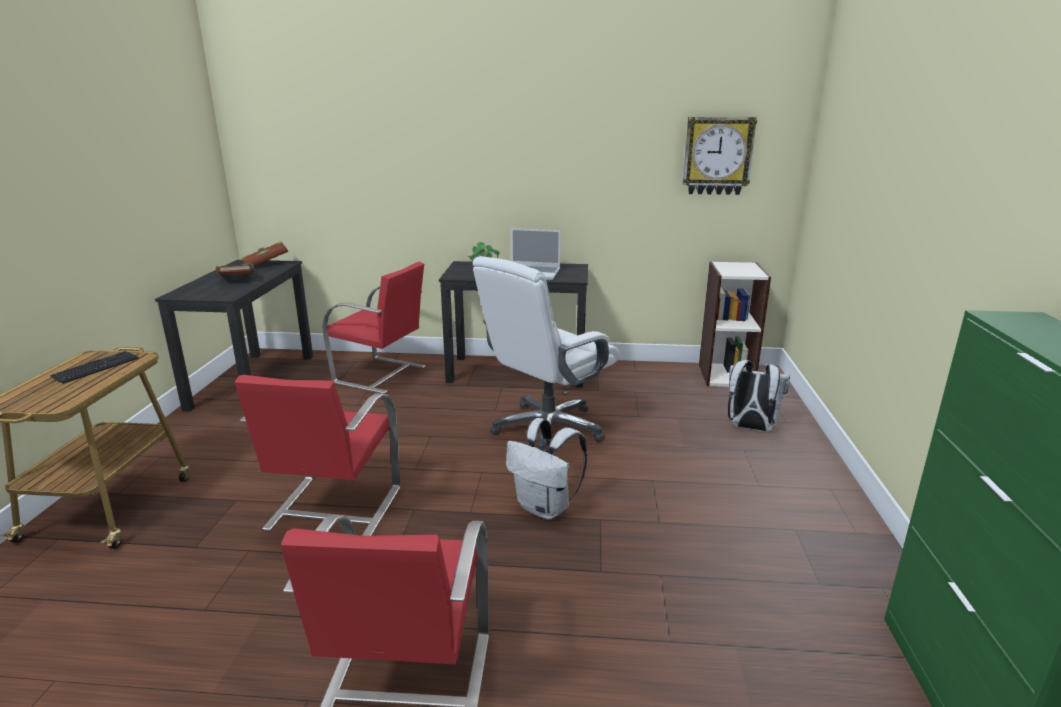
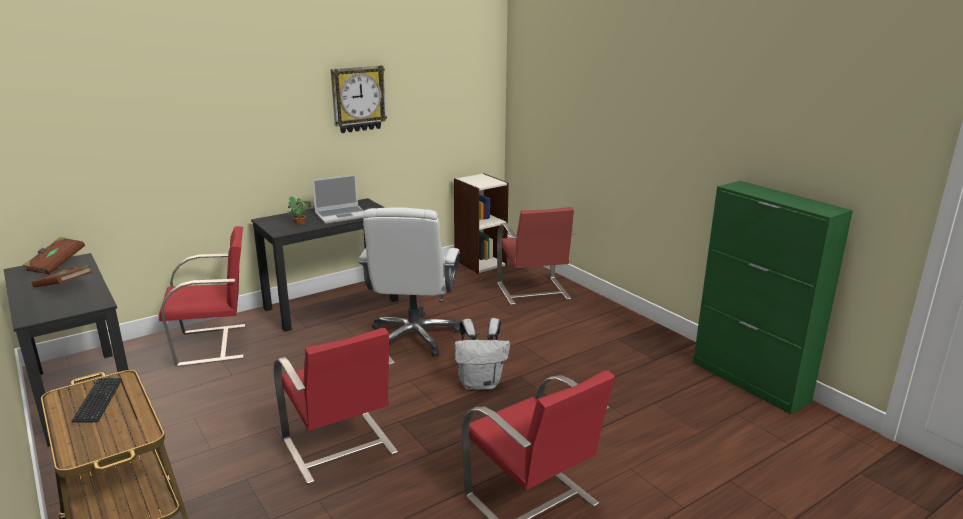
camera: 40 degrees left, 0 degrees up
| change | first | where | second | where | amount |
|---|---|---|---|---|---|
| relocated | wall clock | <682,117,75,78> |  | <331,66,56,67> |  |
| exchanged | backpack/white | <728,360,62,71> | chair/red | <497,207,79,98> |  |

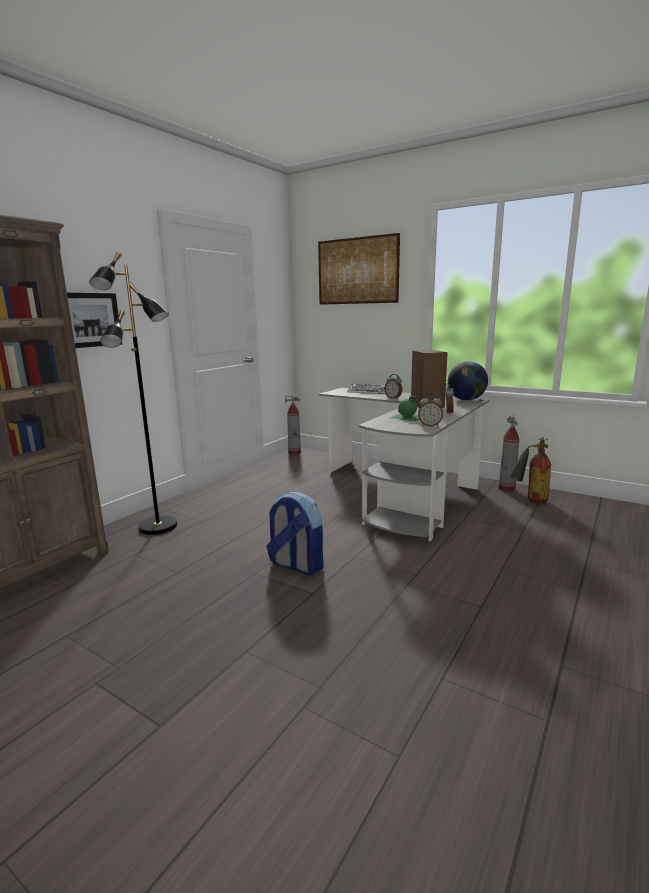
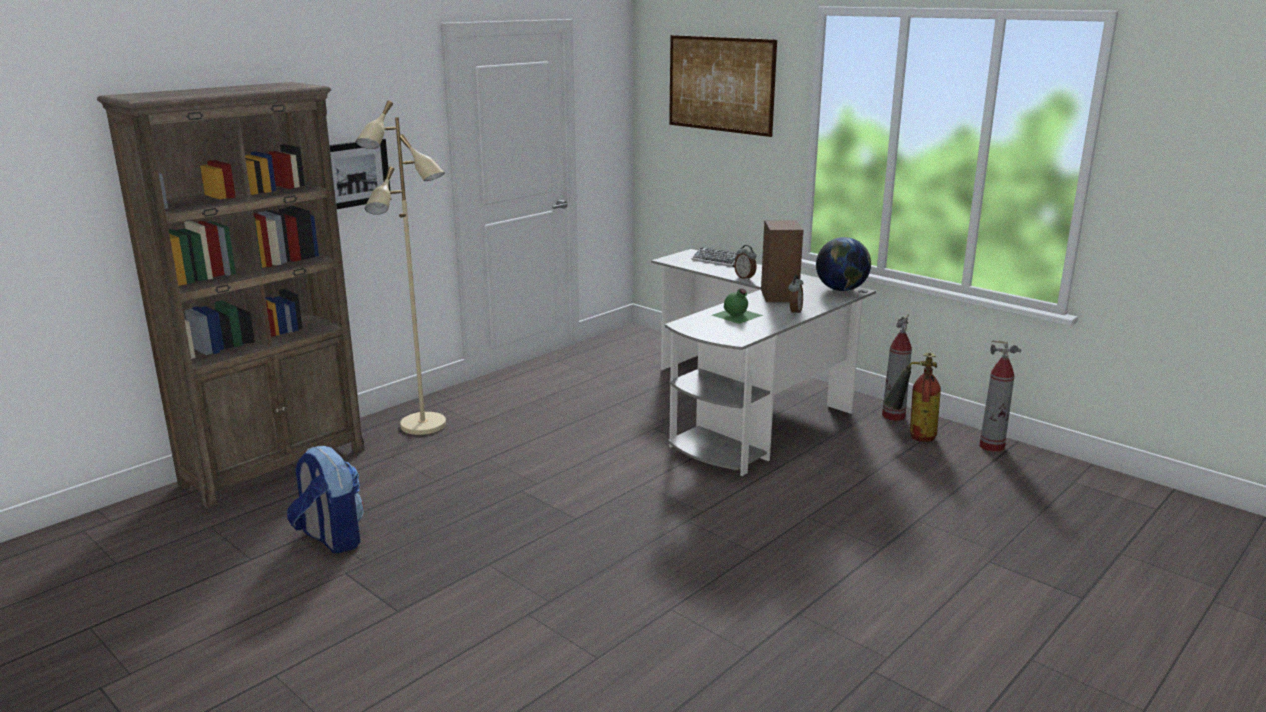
camera: 10 degrees right, 5 degrees up
| change | first | where | second | where | amount |
|---|---|---|---|---|---|
| colour | floor lamp/black | <89,252,88,283> | floor lamp/beige | <356,101,90,334> |  |
| relocated | backpack | <267,492,57,83> |  | <287,446,77,108> |  |
| relocated | fire extinguisher | <285,396,16,59> |  | <980,340,41,112> |  |
| missing | alarm clock | <418,394,25,32> |  |  |  |

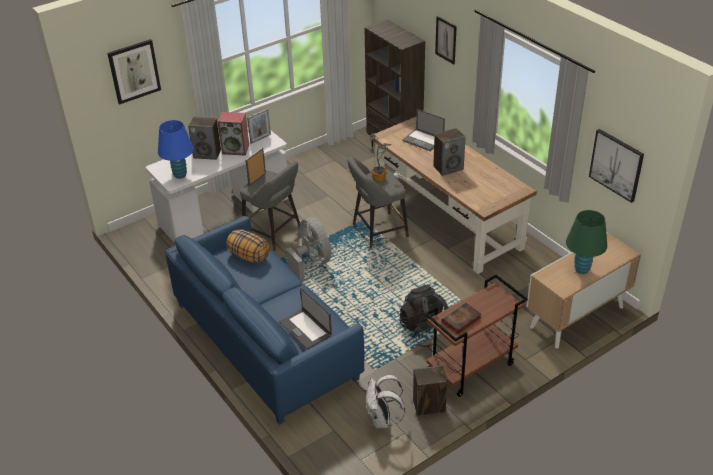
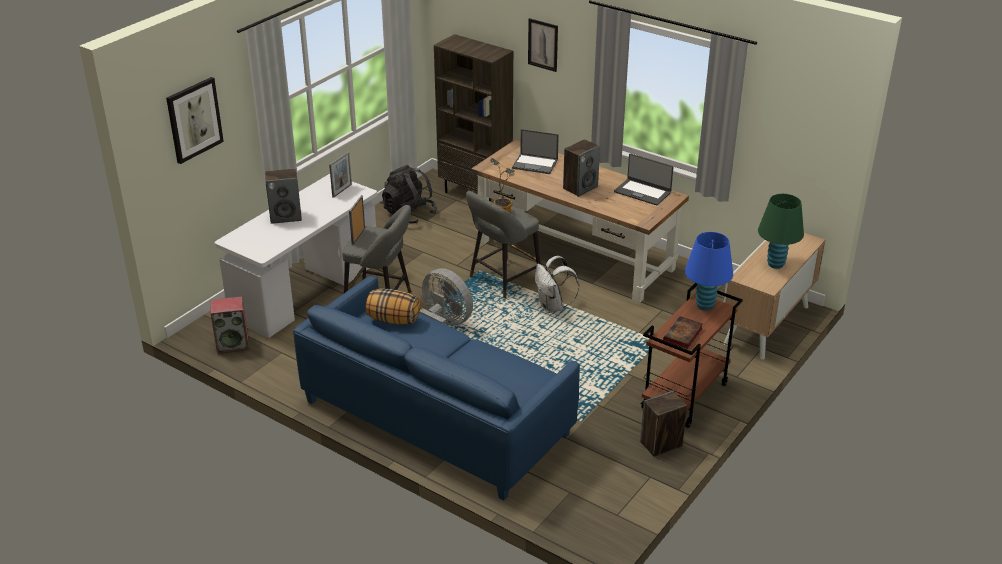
camera: 20 degrees left, 5 degrees down
| change | first | where | second | where | amount |
|---|---|---|---|---|---|
| relocated | table lamp/blue | <158,120,36,59> |  | <685,232,48,78> |  |
| relocated | speaker | <217,112,32,43> |  | <210,296,39,58> |  |
| relocated | laptop | <279,288,53,61> |  | <614,153,60,52> |  |
| relocated | backpack/white | <365,375,40,53> |  | <535,256,44,57> |  |
| relocated | backpack/black | <400,285,48,62> |  | <382,165,55,59> |  |
| missing | picture | <589,129,55,74> |  |  |  |

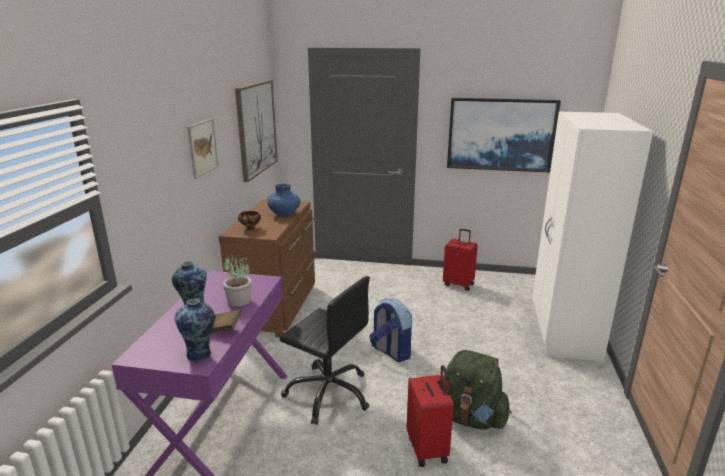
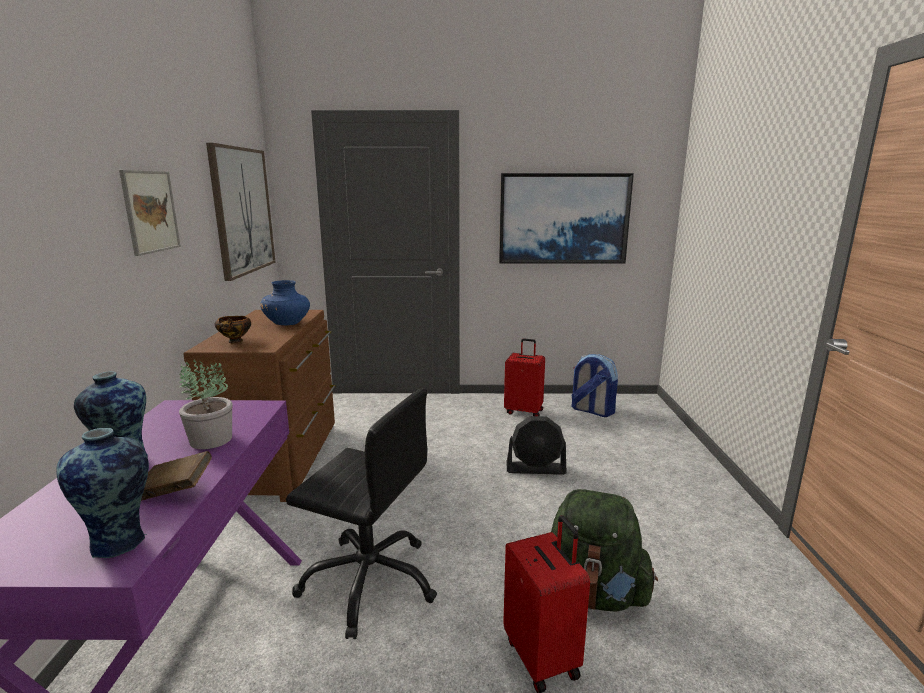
camera: 10 degrees left, 5 degrees down
| change | first | where | second | where | amount |
|---|---|---|---|---|---|
| relocated | backpack | <369,298,43,64> |  | <572,354,46,63> |  |
| missing | wardrobe/white | <532,112,121,250> |  |  |  |
| appeared |  |  | fan/black | <506,416,61,59> |  |

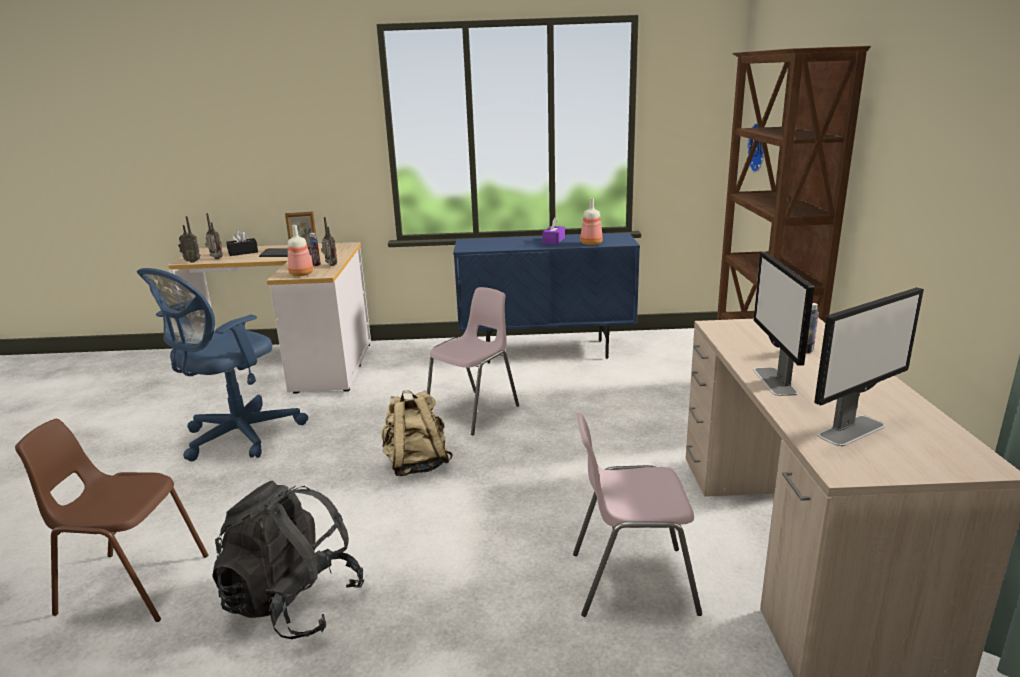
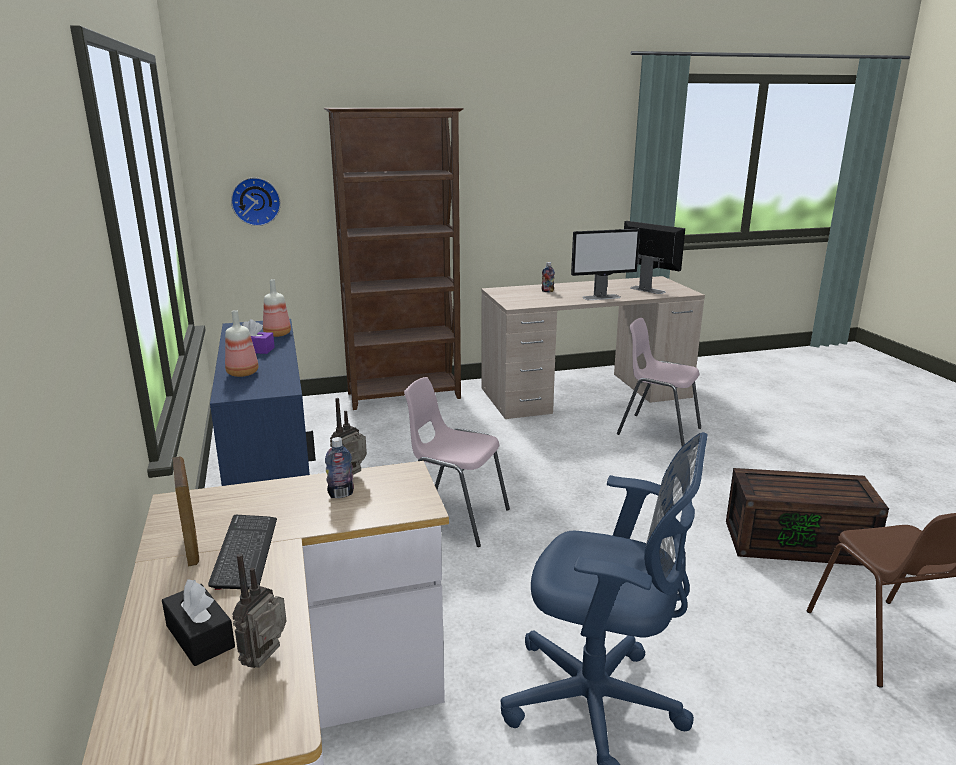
camera: 105 degrees left, 0 degrees up
| change | first | where | second | where | amount |
|---|---|---|---|---|---|
| missing | radio | <178,216,22,47> |  |  |  |
| exchanged | backpack/black | <212,480,152,159> | storage box/brown | <726,468,163,98> |  |
| relocated | bottle | <288,225,25,51> |  | <225,310,34,67> |  |
| missing | backpack/beige | <381,390,72,86> |  |  |  |
| spun | chair/pink | <573,412,129,205> |  | <617,318,84,129> | 135 degrees clockwise |

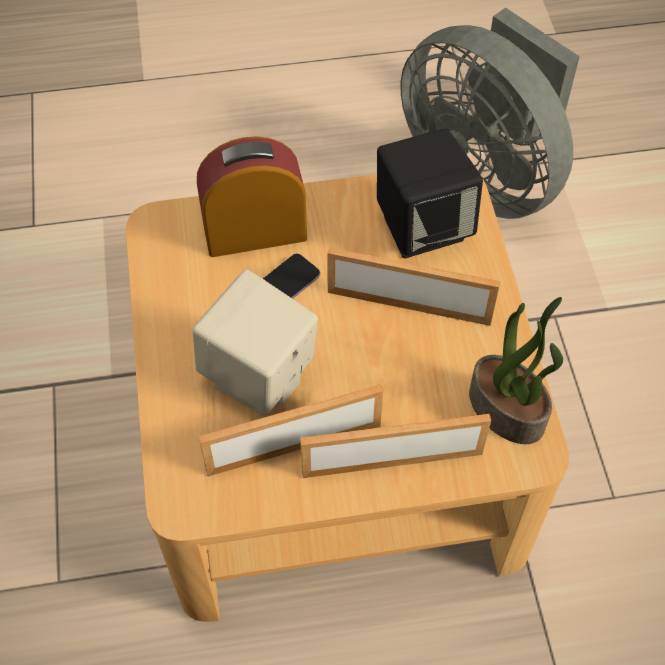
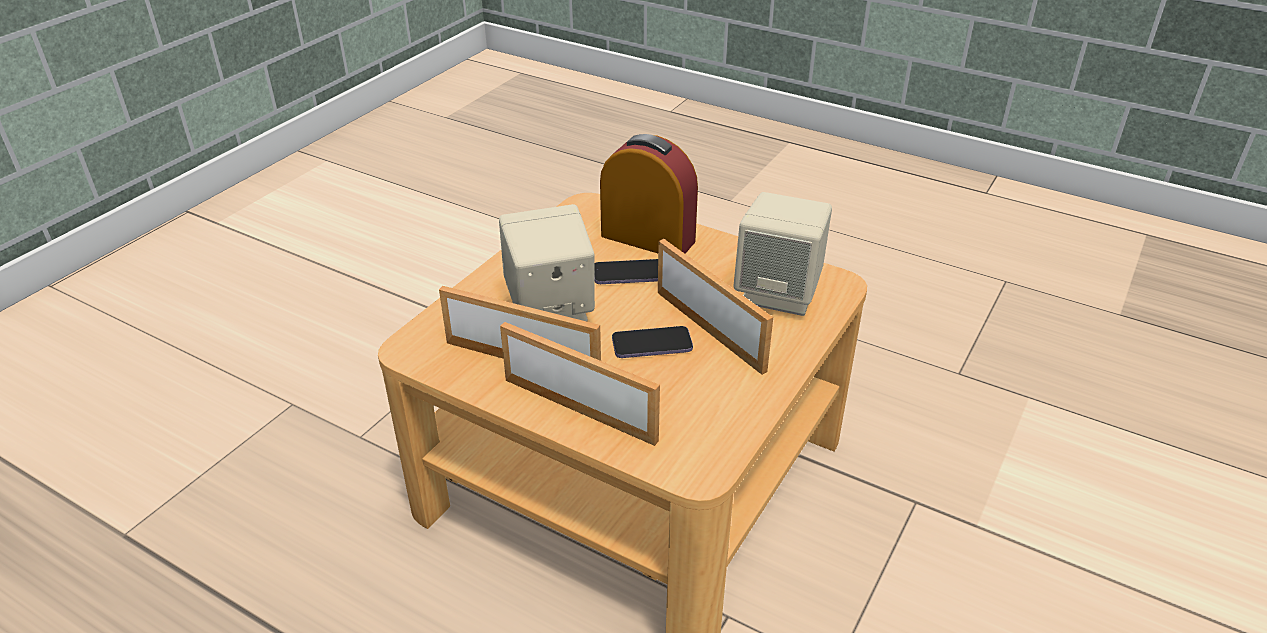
camera: 40 degrees right, 20 degrees down
| change | first | where | second | where | amount |
|---|---|---|---|---|---|
| colour | speaker/black | <377,128,106,130> | speaker/beige | <733,192,99,124> |  |
| missing | fan/grey | <401,8,179,211> |  |  |  |
| missing | potted plant | <469,297,94,147> |  |  |  |
| appeared |  |  | phone | <612,326,81,32> |  |

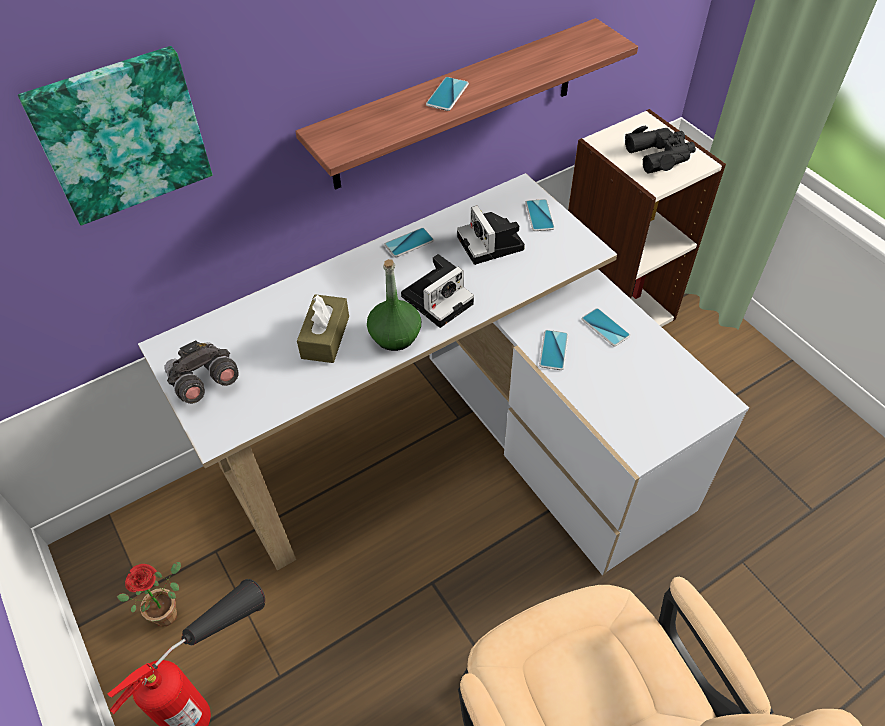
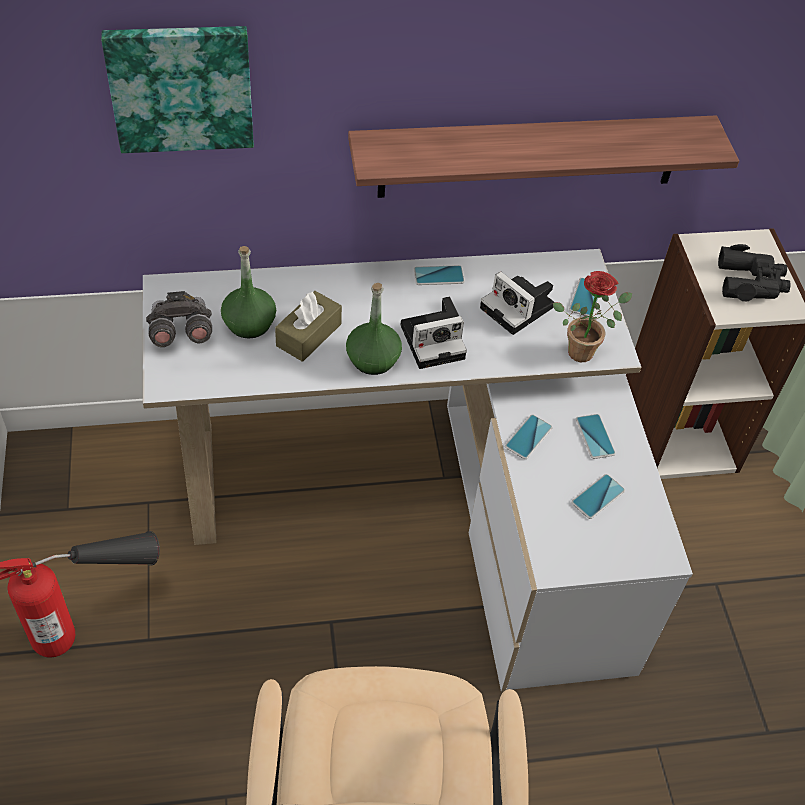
camera: 20 degrees right, 0 degrees up
| change | first | where | second | where | amount |
|---|---|---|---|---|---|
| relocated | potted plant | <117,562,64,65> |  | <553,271,79,91> |  |
| relocated | phone | <426,77,43,34> |  | <571,474,54,45> |  |
| spun | photo camera | <457,205,68,60> |  | <480,271,75,64> | 45 degrees counterclockwise |
| appeared |  |  | bottle/green | <221,246,55,93> |  |

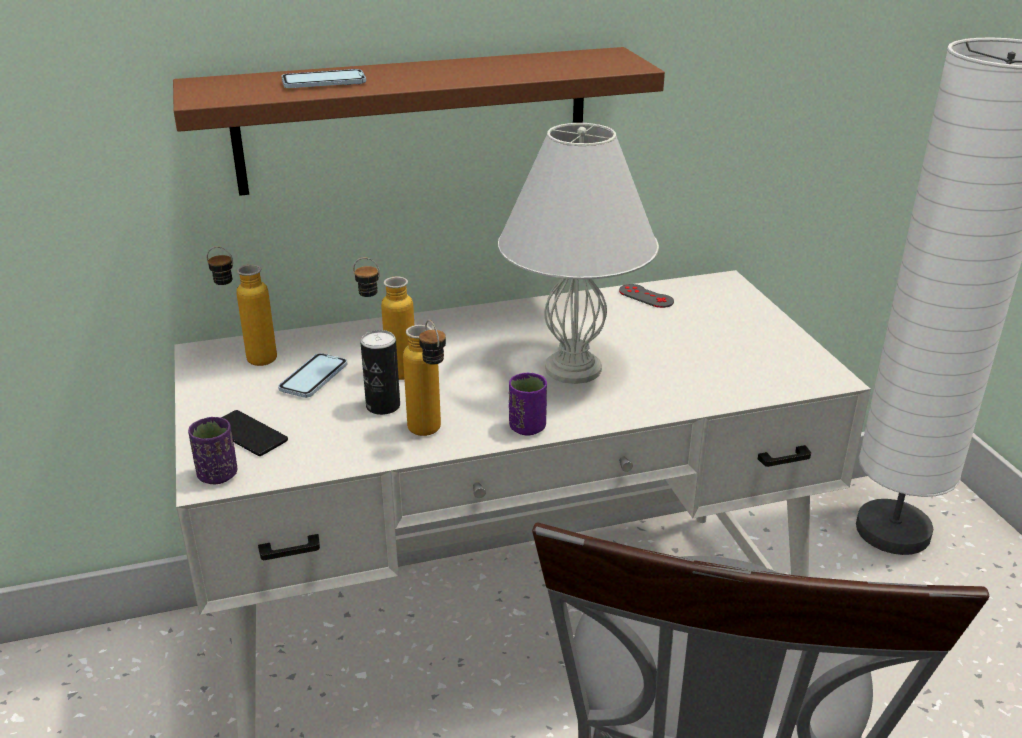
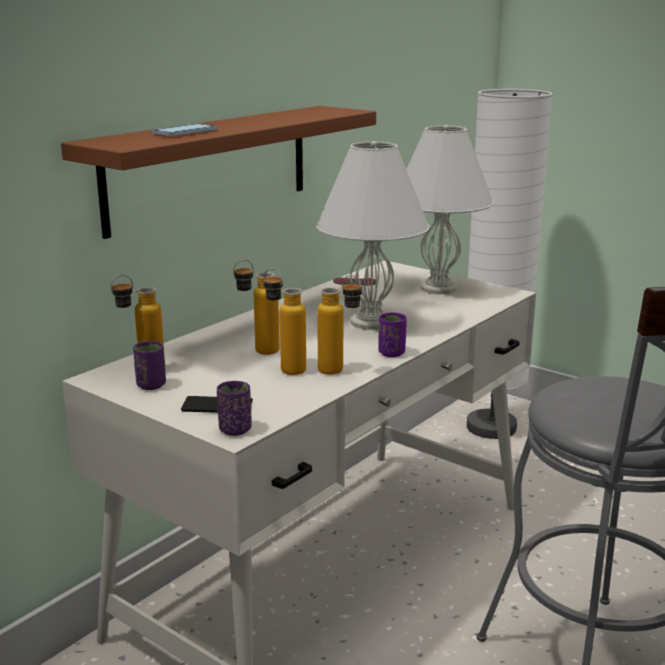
camera: 35 degrees left, 10 degrees down
| change | first | where | second | where | amount |
|---|---|---|---|---|---|
| missing | phone | <278,353,69,45> |  |  |  |
| exchanged | can | <360,330,40,85> | bottle | <264,268,42,107> |  |
| appeared |  |  | cup/purple | <133,341,33,49> |  |
| appeared |  |  | table lamp/white | <406,125,88,169> |  |

